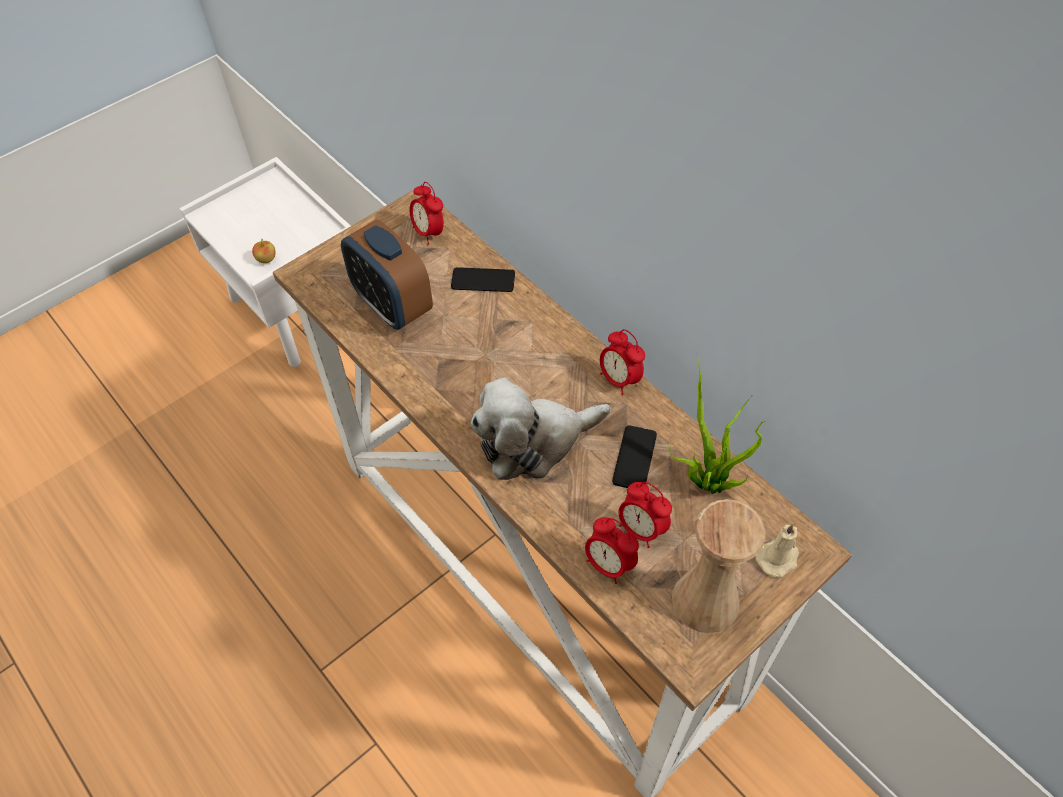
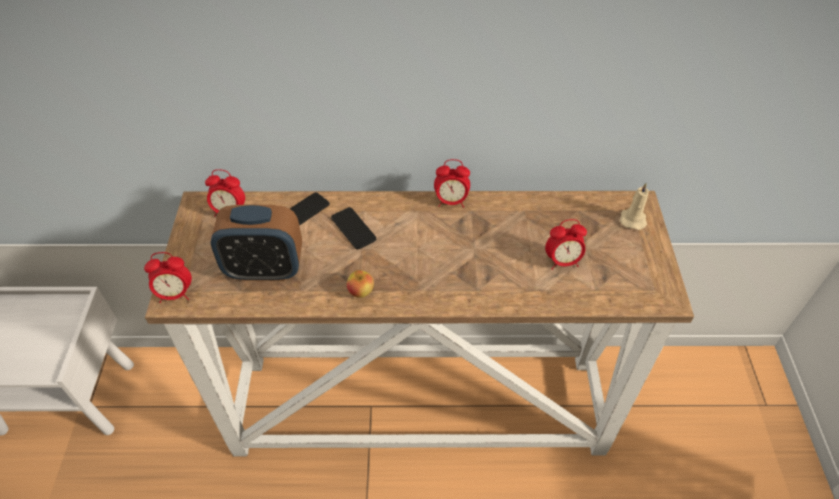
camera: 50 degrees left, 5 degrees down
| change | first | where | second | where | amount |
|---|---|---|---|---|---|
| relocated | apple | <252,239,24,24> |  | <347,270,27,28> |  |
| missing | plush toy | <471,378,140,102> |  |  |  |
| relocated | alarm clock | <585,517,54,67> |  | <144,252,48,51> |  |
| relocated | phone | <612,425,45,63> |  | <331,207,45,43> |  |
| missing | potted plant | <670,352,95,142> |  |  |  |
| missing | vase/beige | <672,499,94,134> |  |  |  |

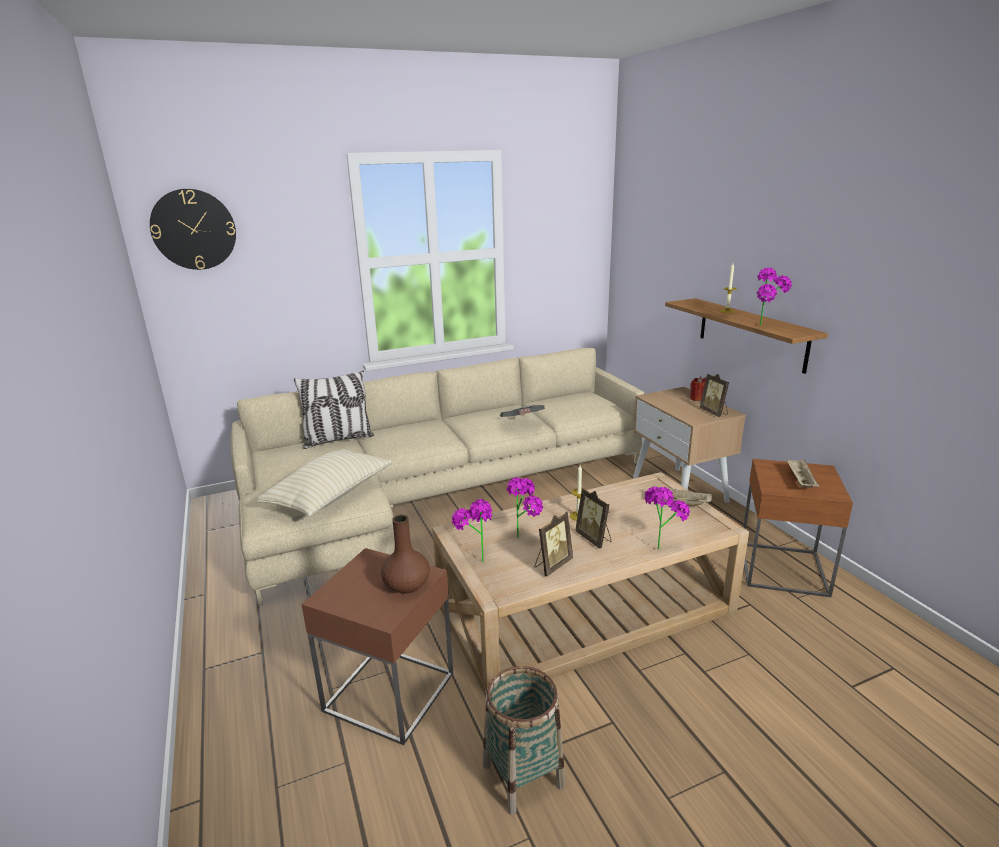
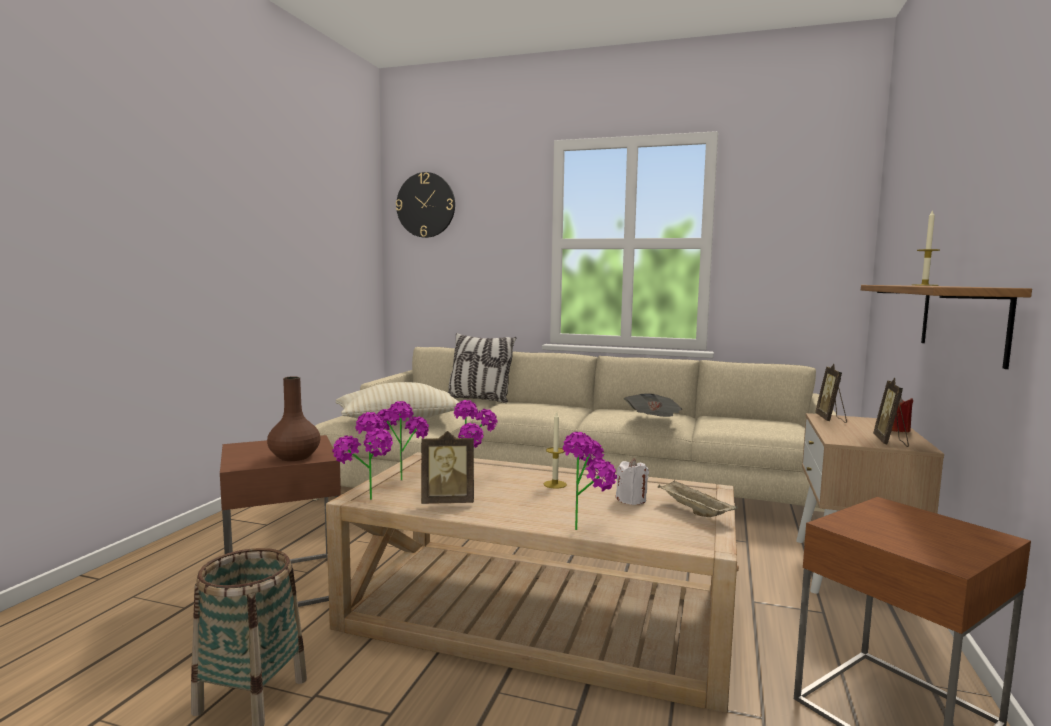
camera: 40 degrees right, 15 degrees down
| change | first | where | second | where | amount |
|---|---|---|---|---|---|
| relocated | picture frame | <575,488,37,61> |  | <815,364,32,59> |  |
| relocated | potted plant | <757,267,35,59> |  | <332,412,61,88> |  |
| missing | tray/beige | <787,459,32,29> |  |  |  |
| appeared |  |  | candle/white | <616,459,33,46> |  |

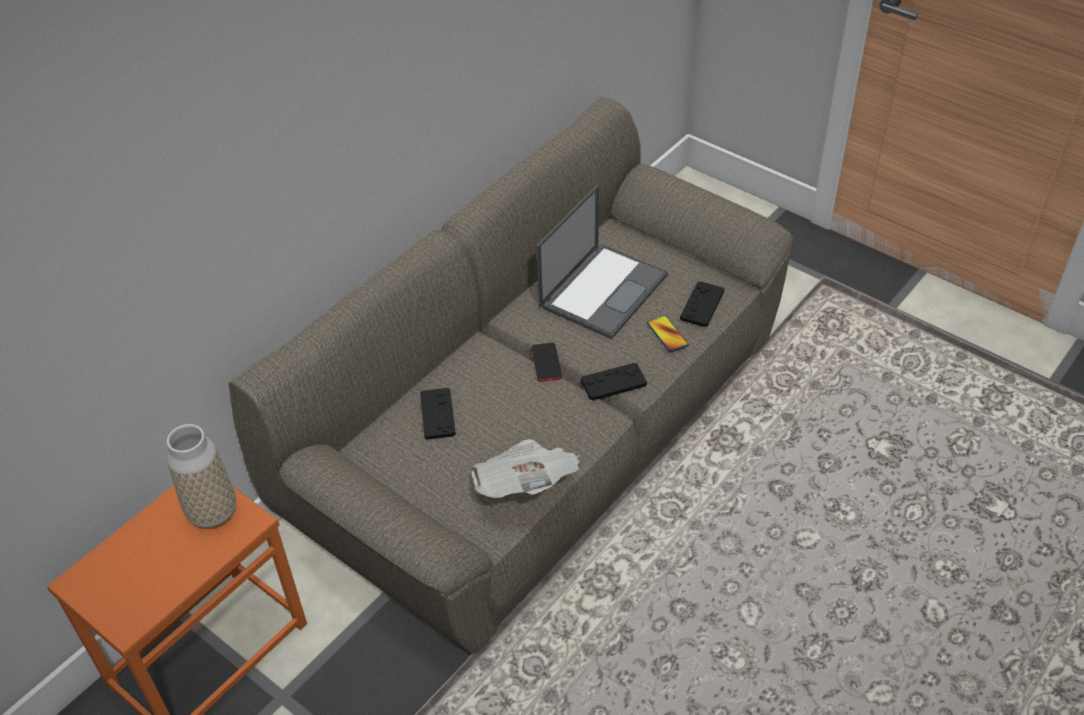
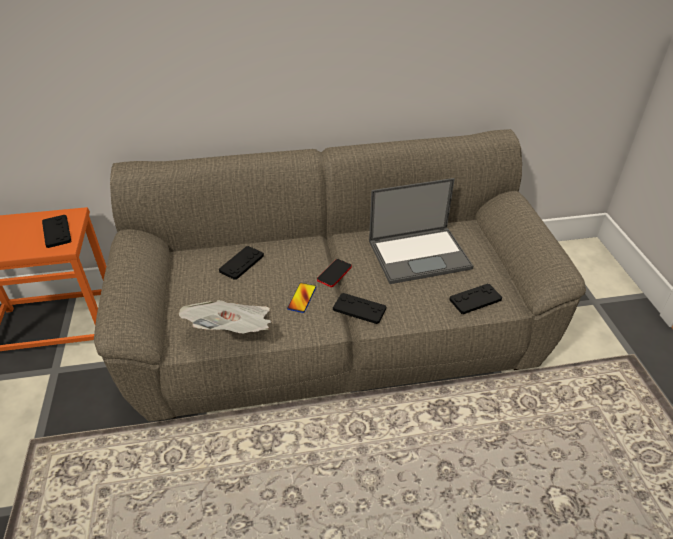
camera: 40 degrees right, 5 degrees down
| change | first | where | second | where | amount |
|---|---|---|---|---|---|
| exchanged | vase | <167,424,69,105> | game controller/black | <42,215,30,33> |  |
| relocated | phone | <647,315,42,38> |  | <287,283,29,30> |  |

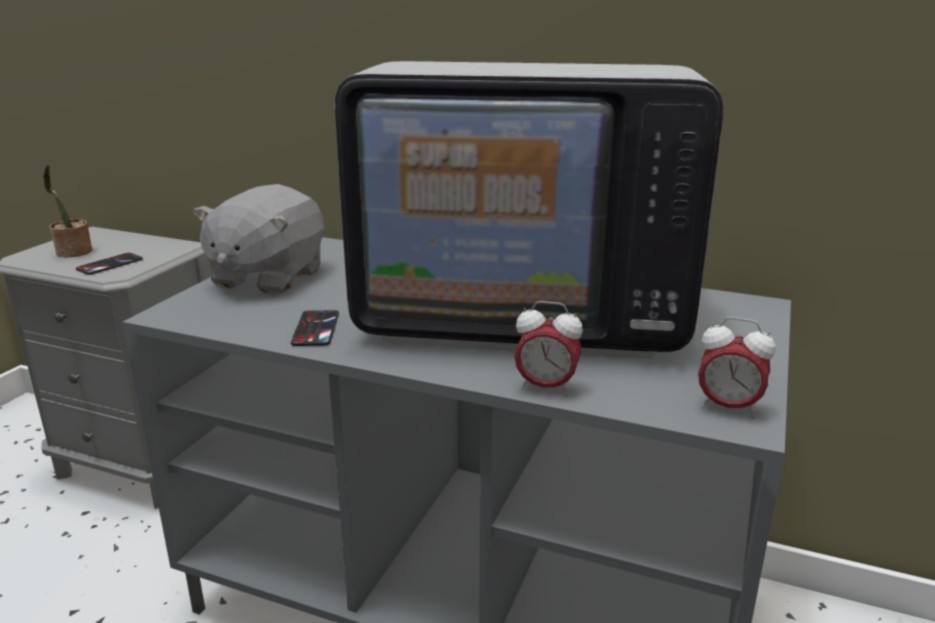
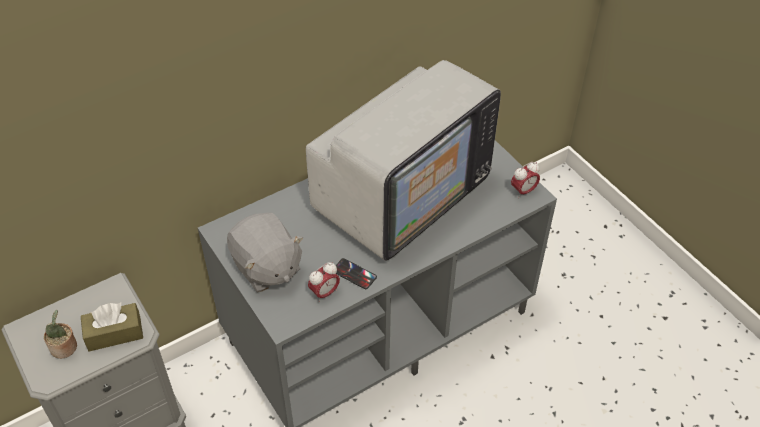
camera: 55 degrees left, 25 degrees up
| change | first | where | second | where | amount |
|---|---|---|---|---|---|
| exchanged | phone | <76,253,67,22> | tissue box/brown | <81,303,62,48> |  |
| relocated | alarm clock | <514,301,69,95> |  | <308,262,32,40> |  |

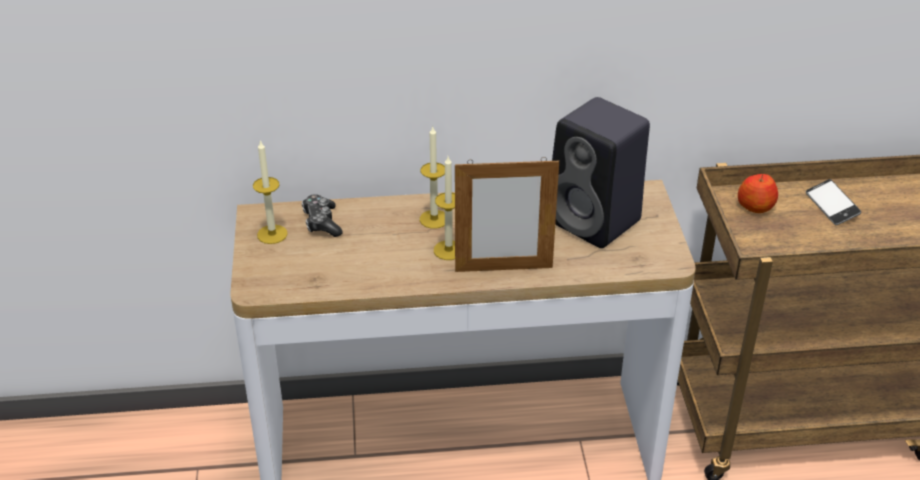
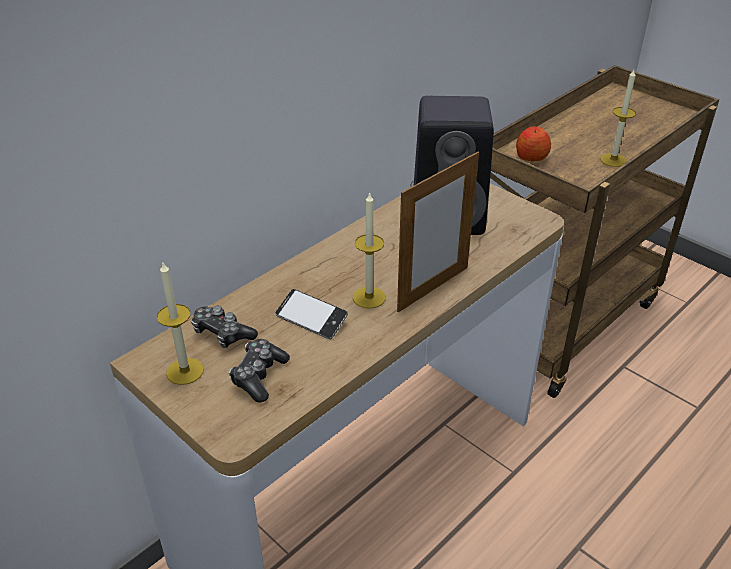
camera: 40 degrees left, 0 degrees up
| change | first | where | second | where | amount |
|---|---|---|---|---|---|
| relocated | candle | <420,127,25,102> |  | <600,70,36,97> |  |
| relocated | phone | <806,179,55,46> |  | <275,289,73,50> |  |
| appeared |  |  | game controller | <229,339,61,64> |  |

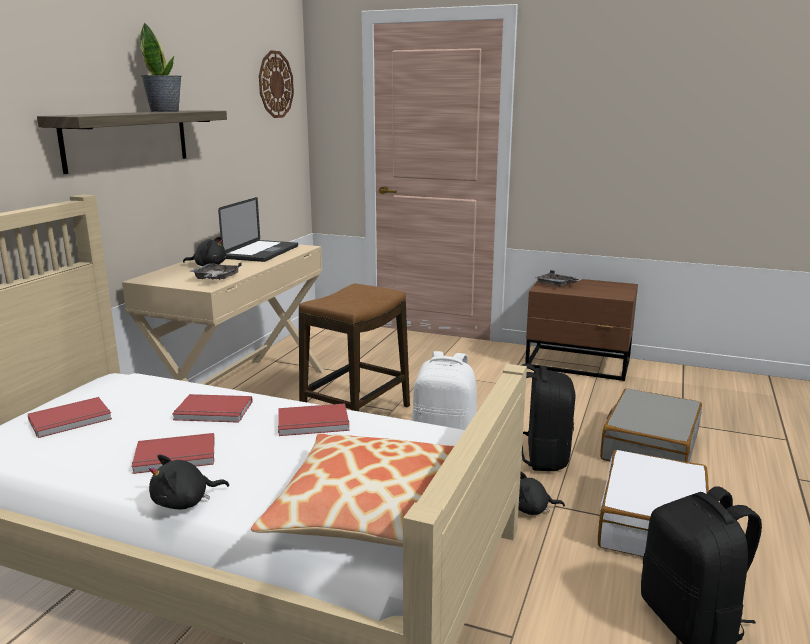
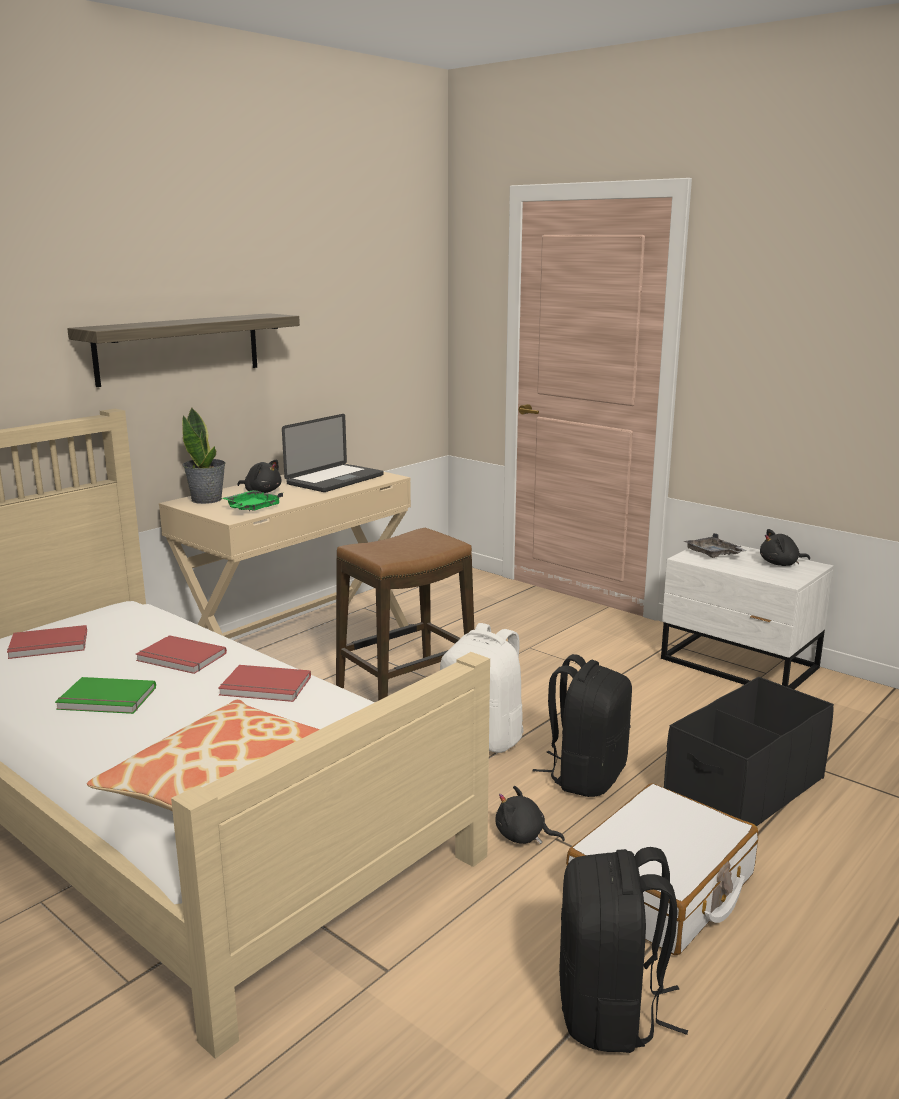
camera: 20 degrees right, 0 degrees up
| change | first | where | second | where | amount |
|---|---|---|---|---|---|
| colour | book/red | <132,433,83,41> | book/green | <55,677,101,37> |  |
| relocated | potted plant | <140,22,42,90> |  | <182,407,43,97> |  |
| relocated | plush toy/black | <149,454,80,55> |  | <760,529,50,37> |  |
| colour | tray/grey | <189,263,52,17> | tray/green | <221,490,62,21> |  |
| missing | wall clock | <259,50,35,68> |  |  |  |
| colour | nightstand/brown | <525,279,113,102> | nightstand/white | <661,544,173,146> |  |
| exchanged | suitcase/grey | <600,388,102,74> | storage box/black | <664,677,170,149> |  |

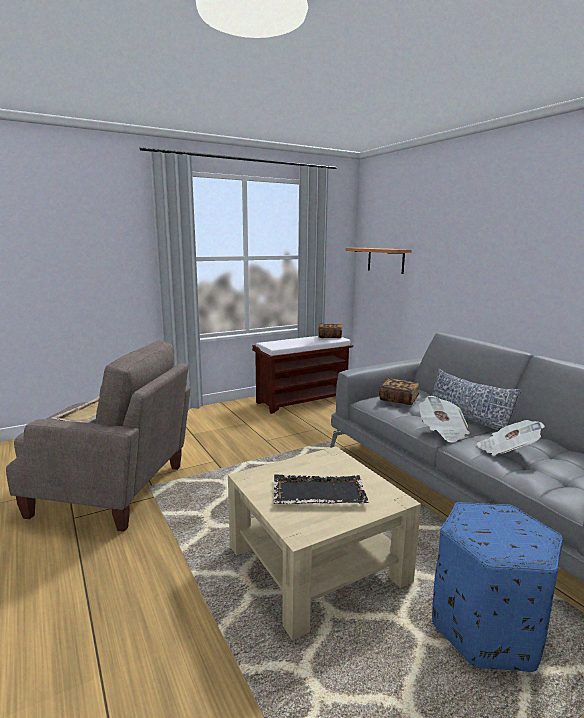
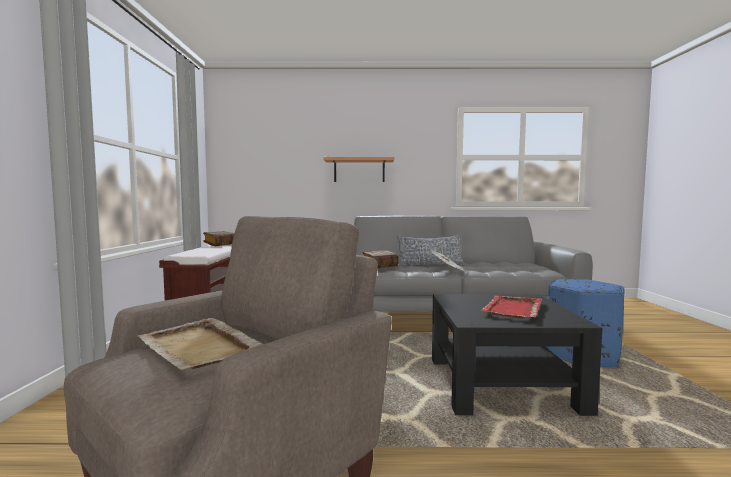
camera: 60 degrees left, 10 degrees down
| change | first | where | second | where | amount |
|---|---|---|---|---|---|
| colour | coffee table/beige | <228,446,193,195> | coffee table/black | <432,294,170,122> |  |
| colour | tray/black | <274,474,95,30> | tray/red | <480,296,62,23> |  |
| relocated | shelf | <346,248,66,26> |  | <323,157,72,25> |  |
| missing | newspaper | <477,420,68,36> |  |  |  |

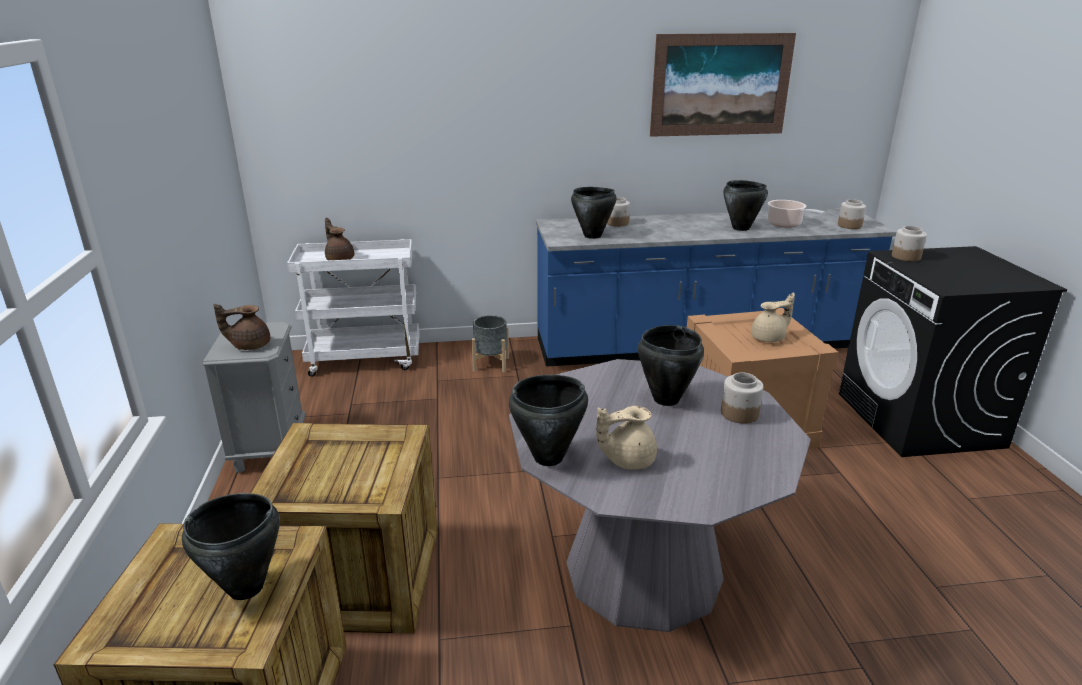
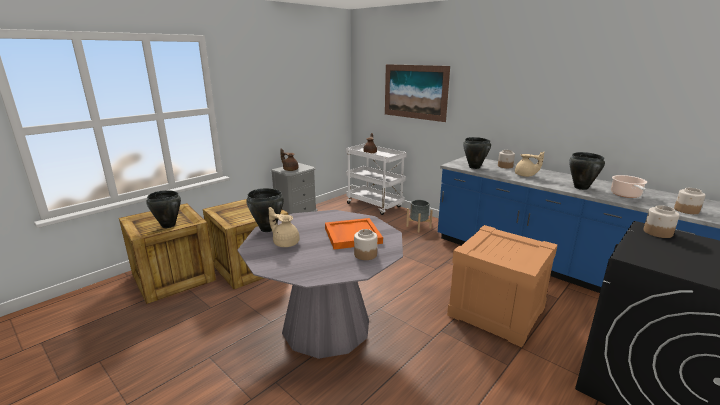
camera: 50 degrees right, 5 degrees down
| change | first | where | second | where | amount |
|---|---|---|---|---|---|
| exchanged | cooking pot/black | <638,325,66,81> | tray/orange | <325,218,58,32> |  |
| relocated | picture | <650,33,146,104> |  | <385,64,65,58> |  |
| relocated | teapot/beige | <751,293,44,49> |  | <515,152,29,25> |  |

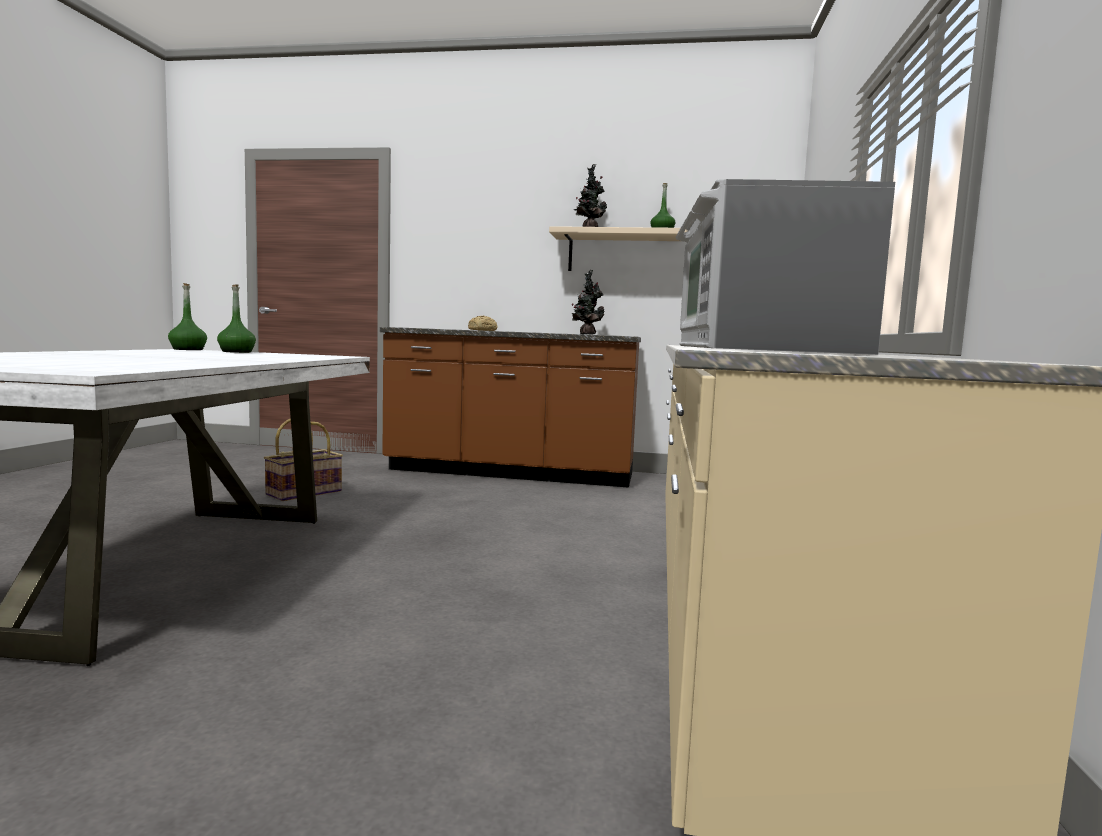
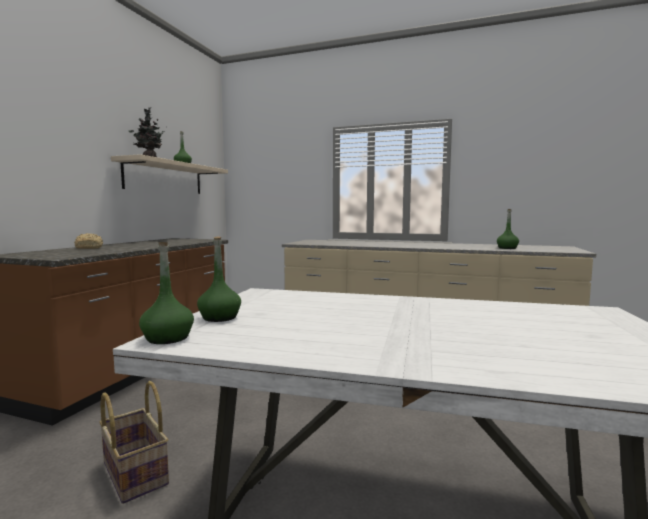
camera: 80 degrees left, 0 degrees up
| change | first | where | second | where | amount |
|---|---|---|---|---|---|
| missing | potted plant | <572,270,33,64> |  |  |  |
| exchanged | microwave | <675,179,220,176> | bottle/green | <497,209,22,40> |  |

